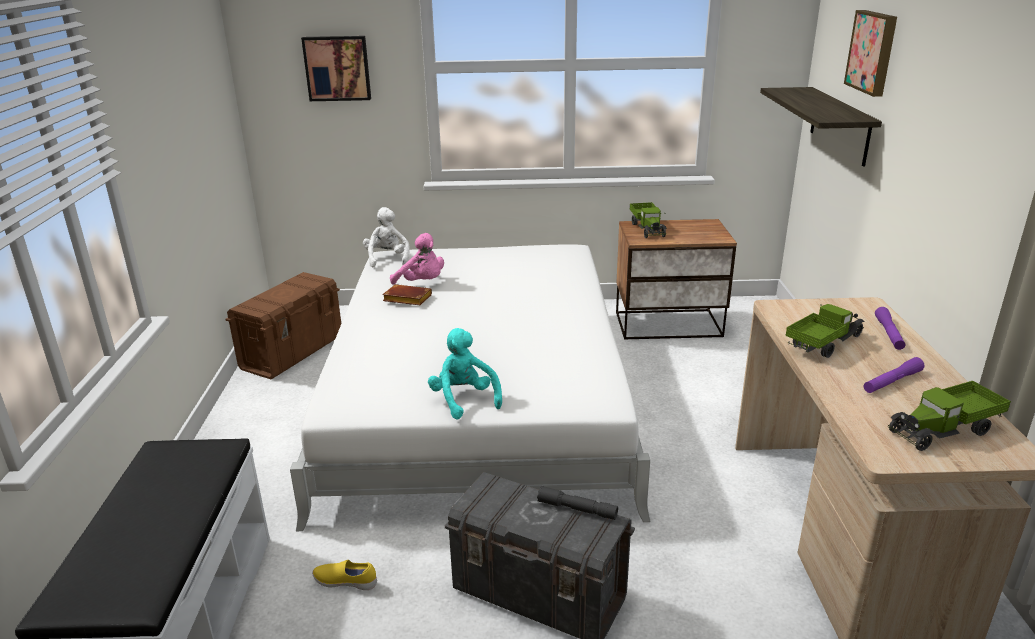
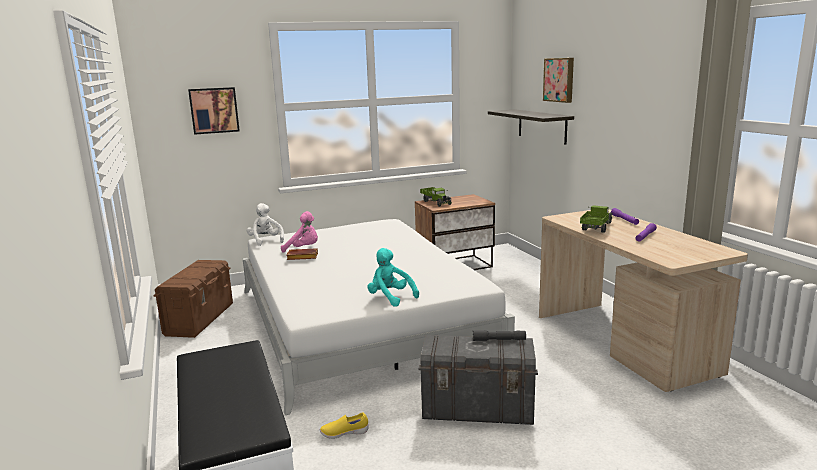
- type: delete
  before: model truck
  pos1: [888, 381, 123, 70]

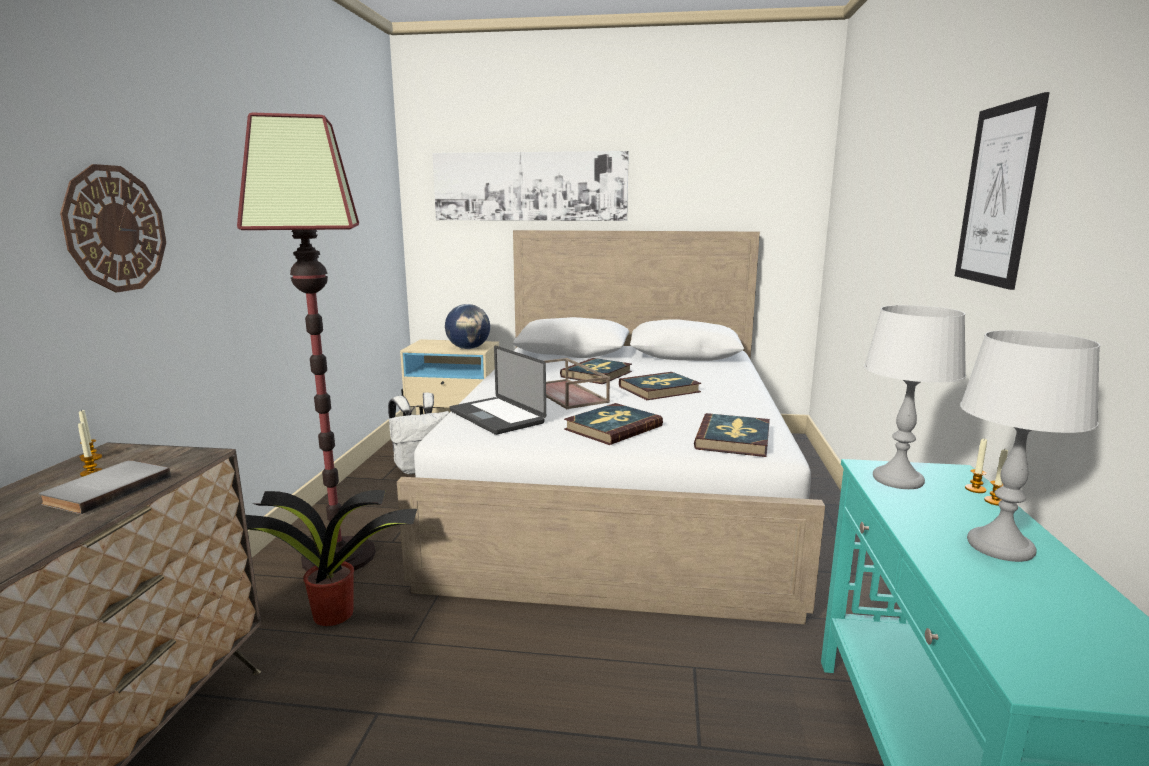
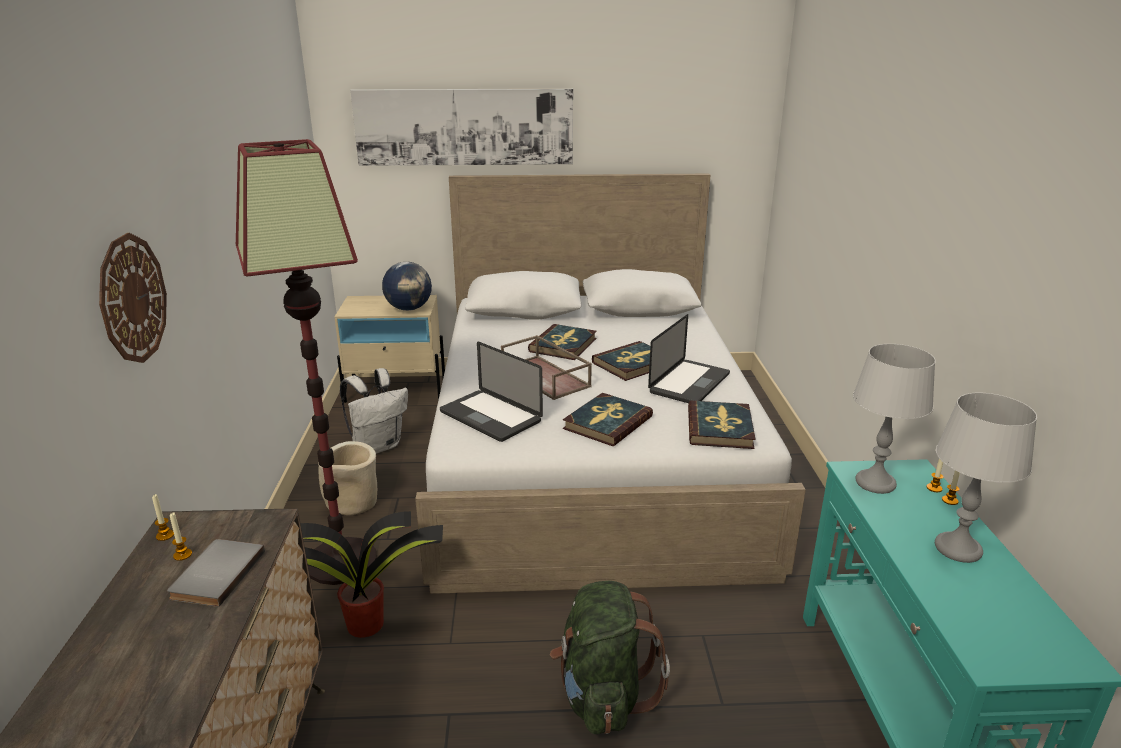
- type: delete
  before: picture
  pos1: [955, 92, 95, 198]
- type: insert
  after: notebook computer
  pos2: [648, 314, 82, 89]
- type: insert
  after: planter/sand-coloured
  pos2: [318, 441, 59, 75]
- type: insert
  after: rucksack/greenish
  pos2: [550, 581, 120, 153]

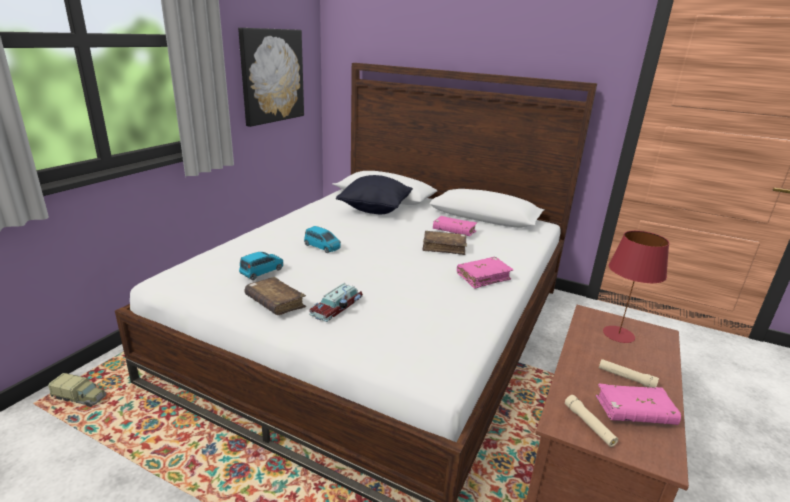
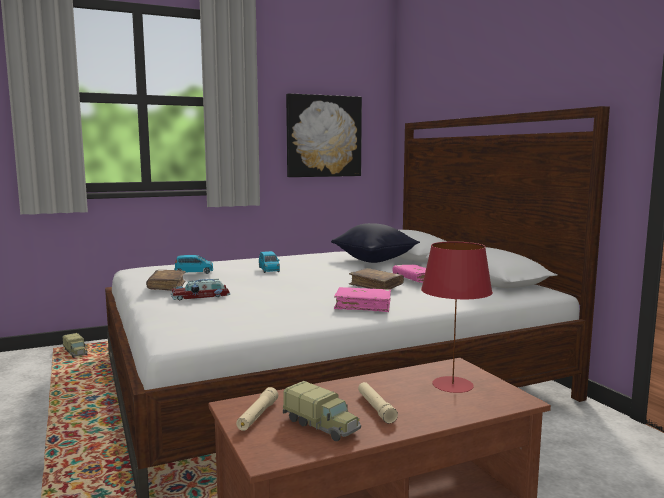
- type: replace
  before: bound book/pink
  after: model truck
  pos1: [595, 384, 86, 41]
  pos2: [283, 381, 78, 60]

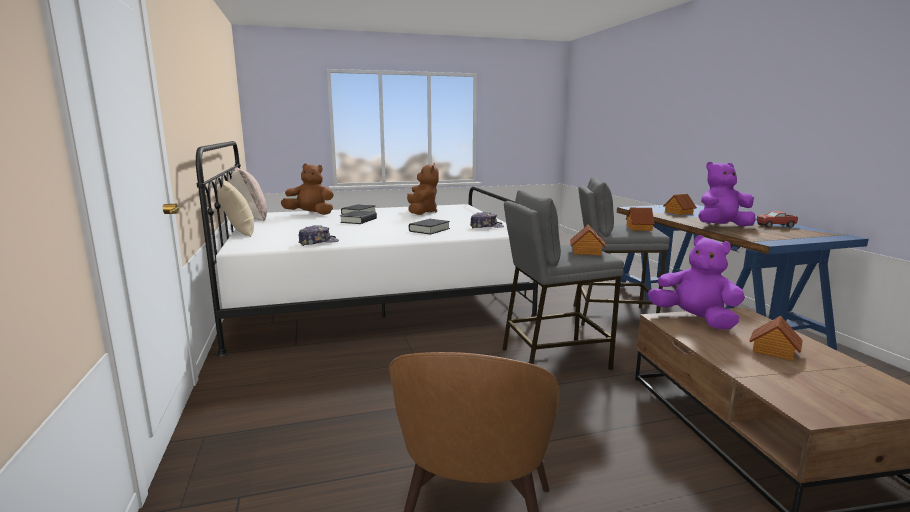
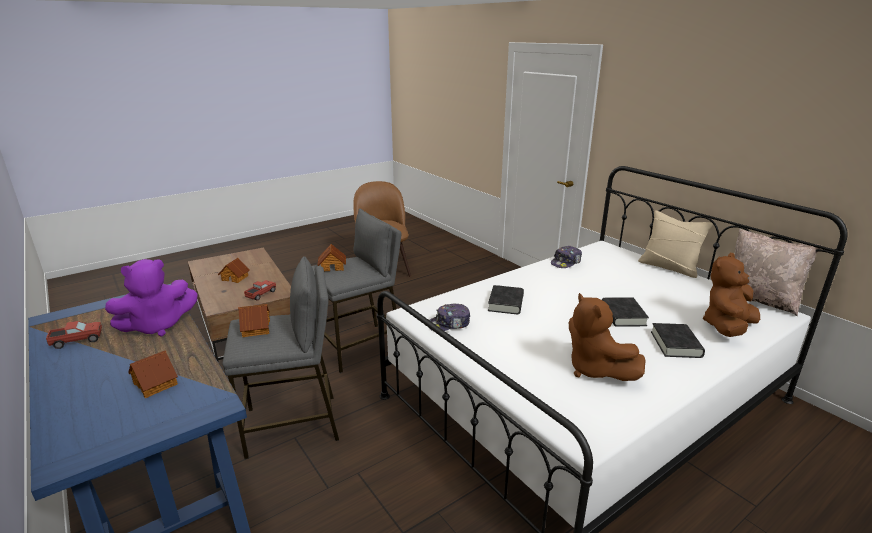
- type: rotate
  before: soft toy/brownish
  pos1: [281, 163, 53, 52]
  pos2: [703, 253, 57, 84]
  turn: 150
- type: replace
  before: soft toy/purplish
  after: model truck
  pos1: [648, 235, 97, 94]
  pos2: [244, 280, 32, 21]

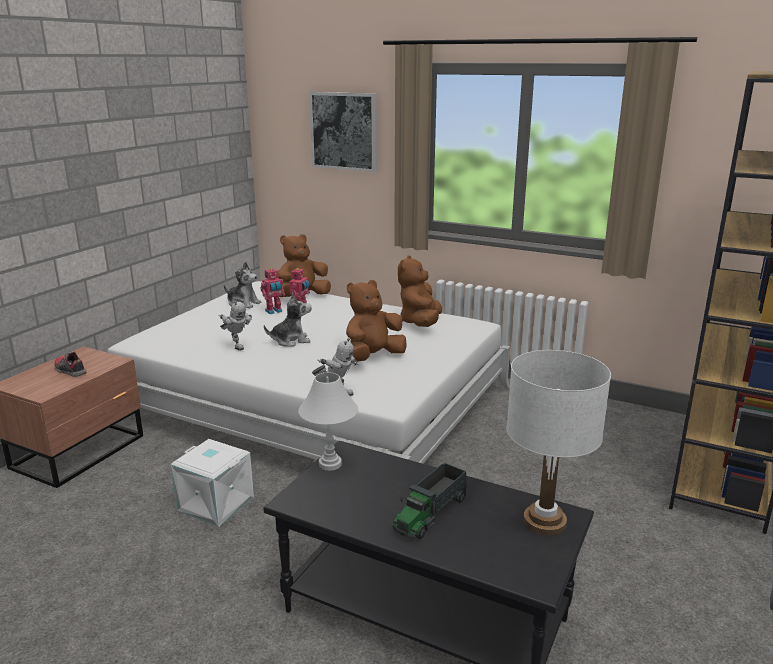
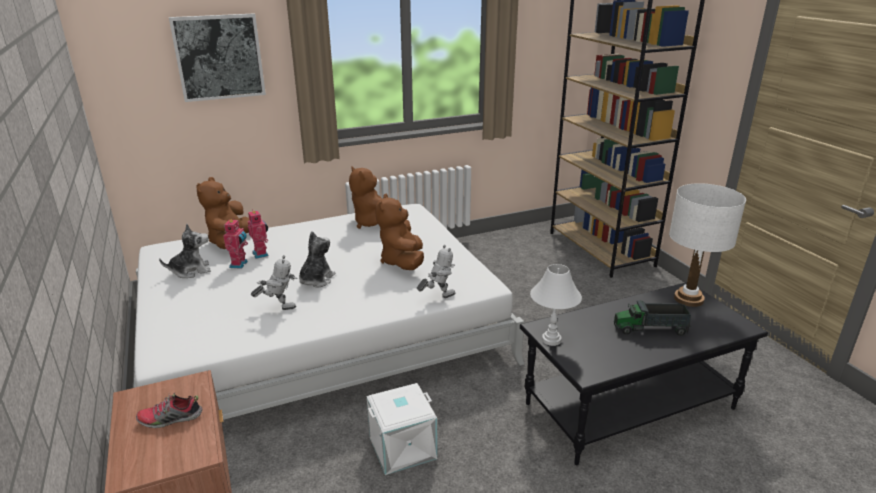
- type: rotate
  before: model truck
  pos1: [393, 463, 74, 76]
  pos2: [614, 300, 77, 36]
  turn: 105

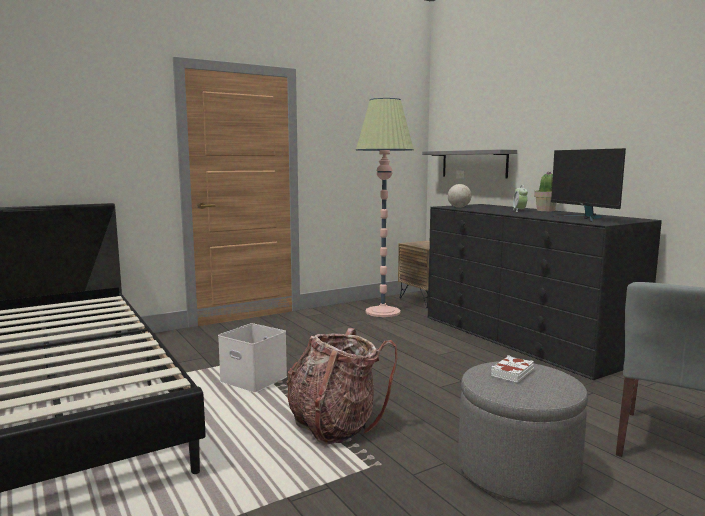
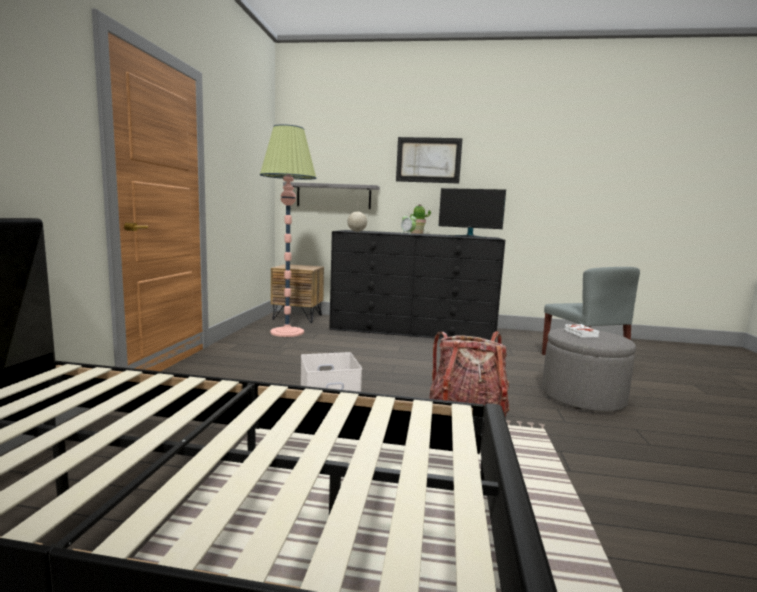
- type: insert
  after: picture
  pos2: [396, 137, 67, 47]

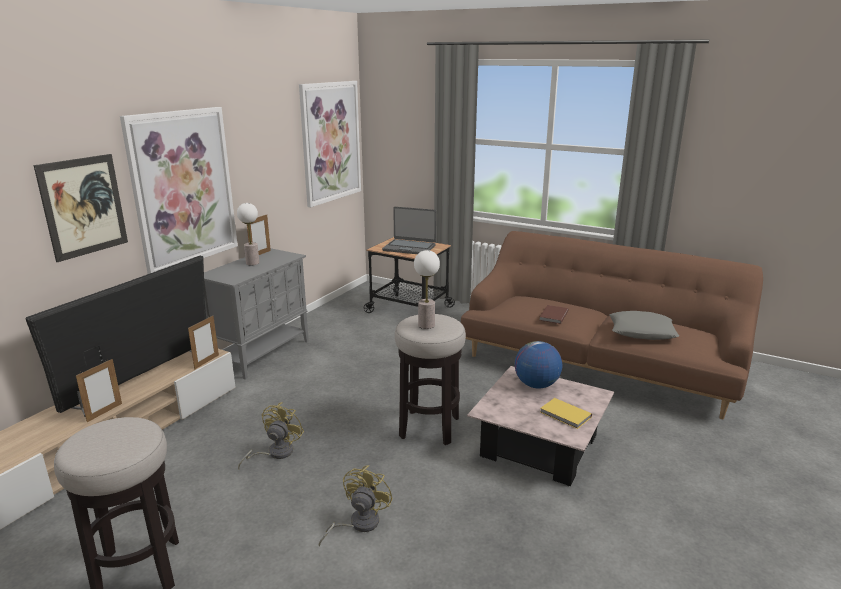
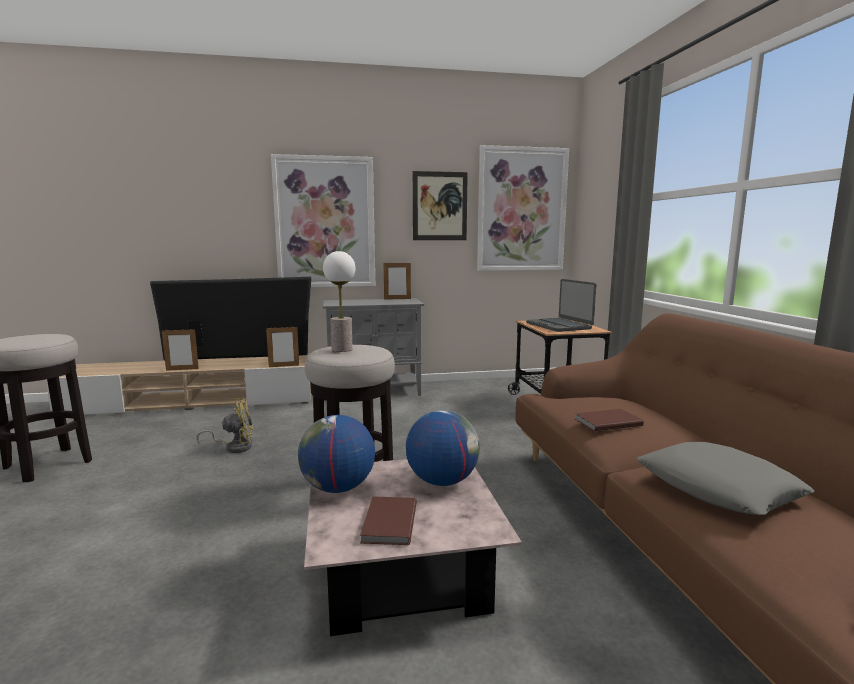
- type: move
  before: picture
  pos1: [34, 154, 94, 108]
  pos2: [413, 171, 55, 69]
- type: delete
  before: tabletop lamp
  pos1: [237, 203, 22, 62]
- type: recolor
  before: bound book/yellowish
  after: bound book/brownish
  pos1: [540, 398, 52, 31]
  pos2: [360, 497, 57, 48]
- type: delete
  before: electric fan/yellowish
  pos1: [318, 465, 75, 82]
- type: insert
  after: world globe
  pos2: [298, 415, 77, 78]

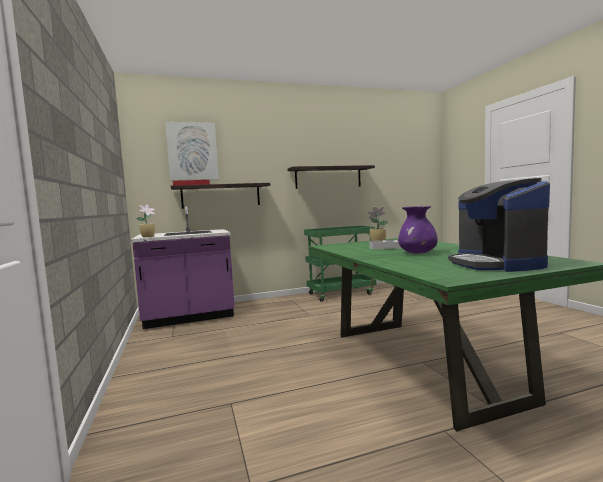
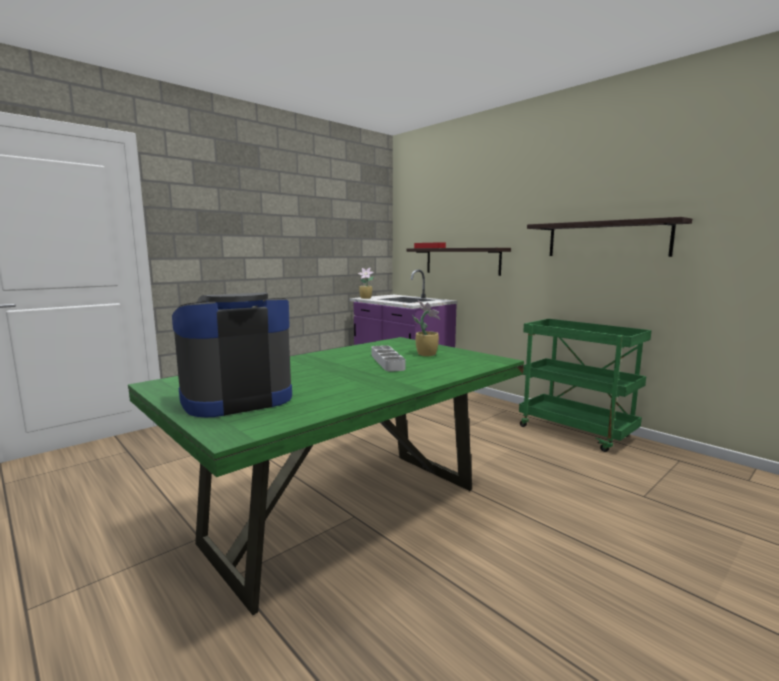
- type: delete
  before: picture
  pos1: [165, 122, 54, 58]
- type: delete
  before: flower vase/purplish
  pos1: [398, 206, 39, 48]

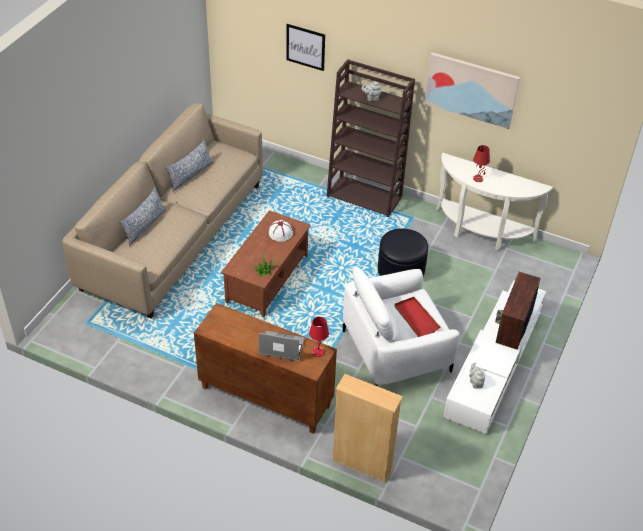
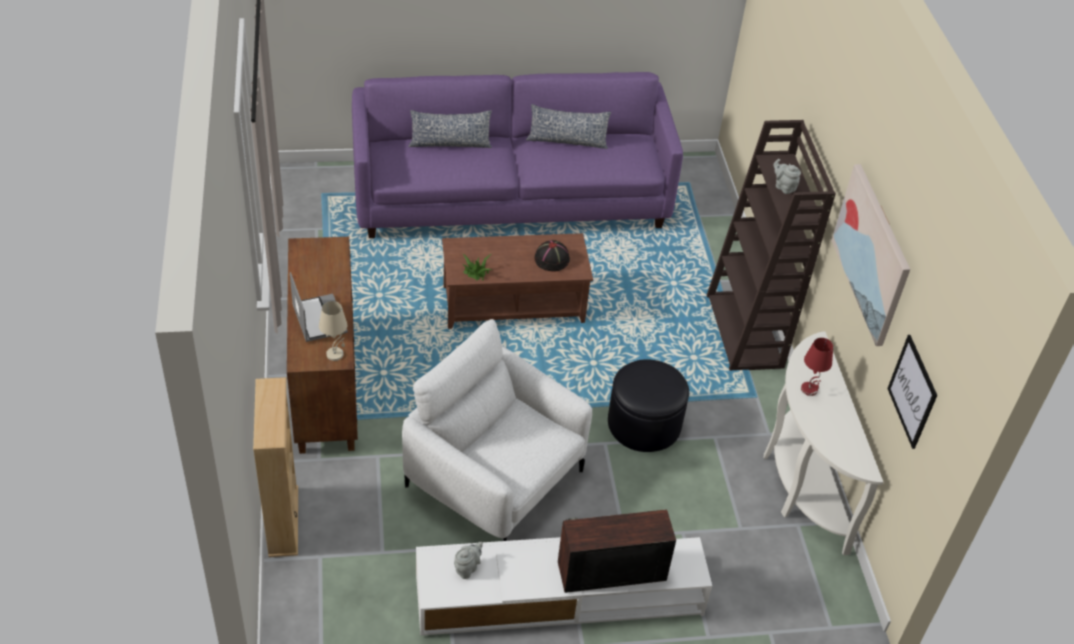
- type: move
  before: picture
  pos1: [286, 24, 39, 47]
  pos2: [887, 335, 50, 114]
- type: recolor
  before: couch/sand-coloured
  after: couch/purplish
  pos1: [63, 103, 200, 216]
  pos2: [352, 72, 331, 166]
- type: recolor
  before: clothing hat/white-coloured
  after: clothing hat/blackish
  pos1: [269, 220, 24, 22]
  pos2: [534, 240, 36, 31]
- type: delete
  before: tray/reddish
  pos1: [394, 297, 46, 40]
- type: recolor
  before: tabletop lamp/reddish
  after: tabletop lamp/sand-coloured
  pos1: [309, 317, 20, 40]
  pos2: [319, 301, 28, 60]

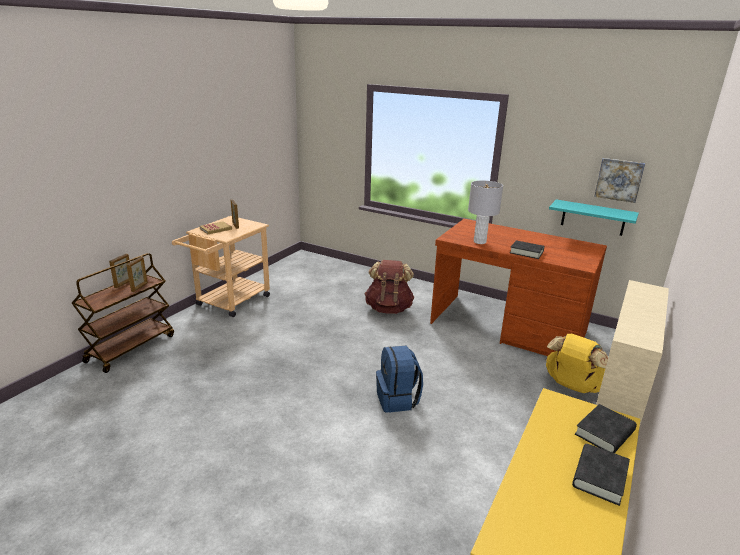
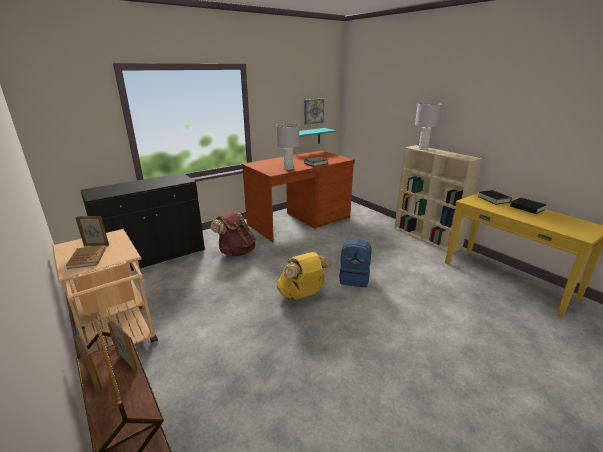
- type: move
  before: rucksack/yellowish
  pos1: [546, 334, 62, 59]
  pos2: [277, 252, 54, 48]
- type: insert
  after: tabletop lamp/gray
  pos2: [415, 103, 27, 47]
- type: insert
  after: cabinet/blackish
  pos2: [80, 173, 125, 98]

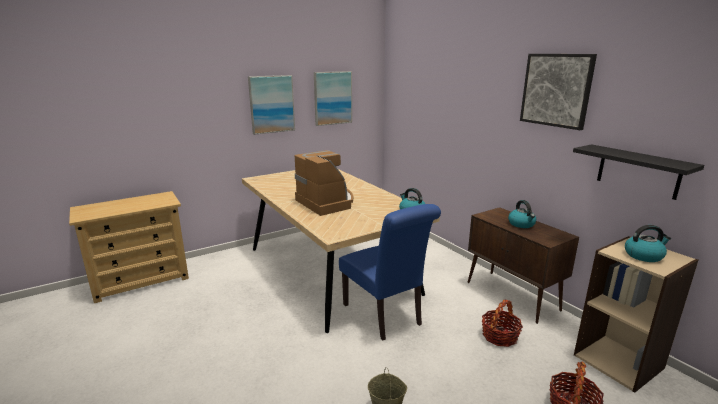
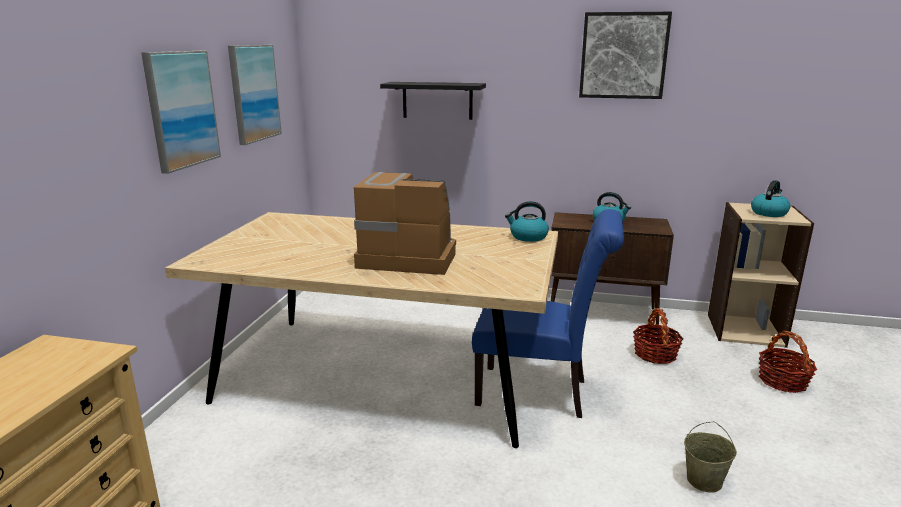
- type: move
  before: shelf/blackish
  pos1: [573, 144, 131, 56]
  pos2: [380, 82, 106, 38]

